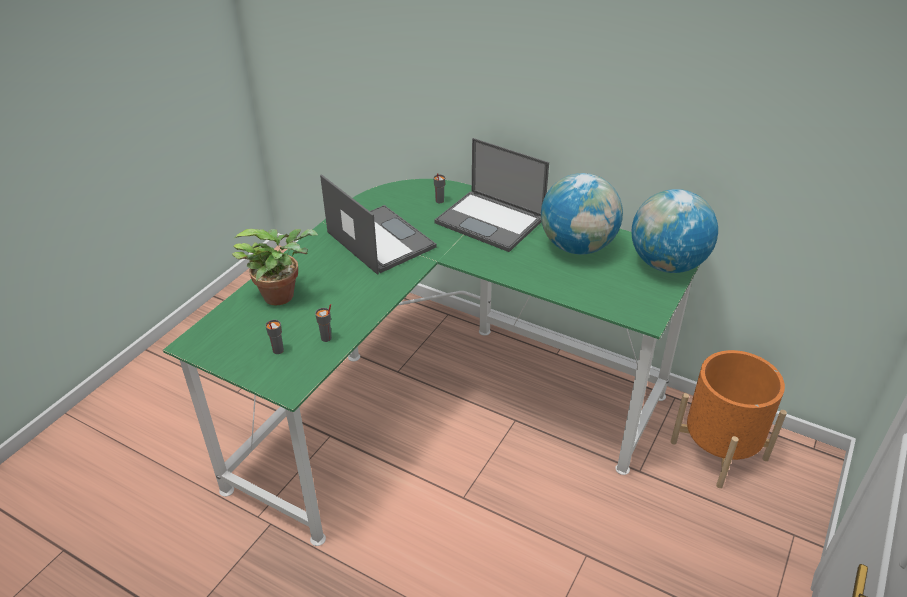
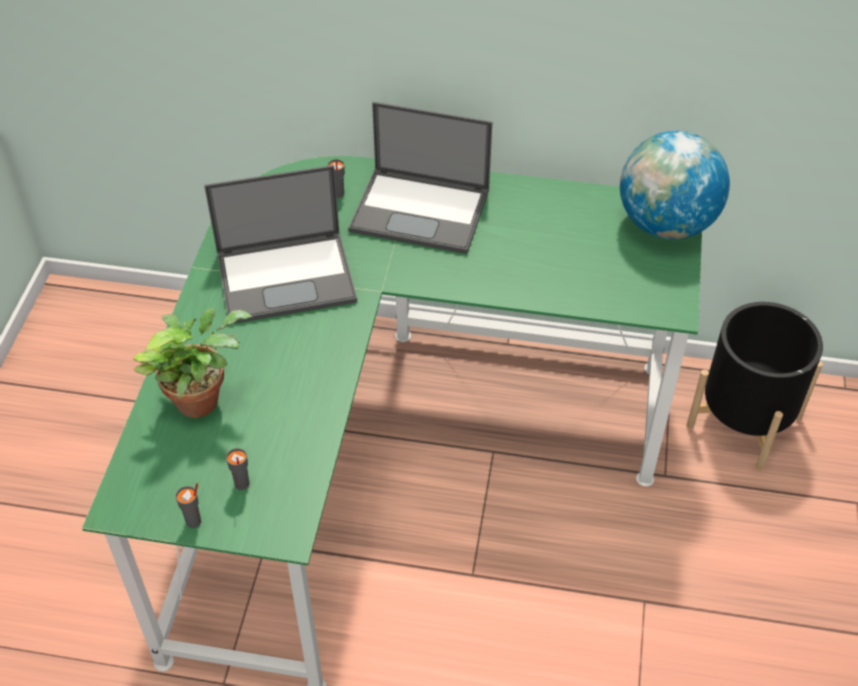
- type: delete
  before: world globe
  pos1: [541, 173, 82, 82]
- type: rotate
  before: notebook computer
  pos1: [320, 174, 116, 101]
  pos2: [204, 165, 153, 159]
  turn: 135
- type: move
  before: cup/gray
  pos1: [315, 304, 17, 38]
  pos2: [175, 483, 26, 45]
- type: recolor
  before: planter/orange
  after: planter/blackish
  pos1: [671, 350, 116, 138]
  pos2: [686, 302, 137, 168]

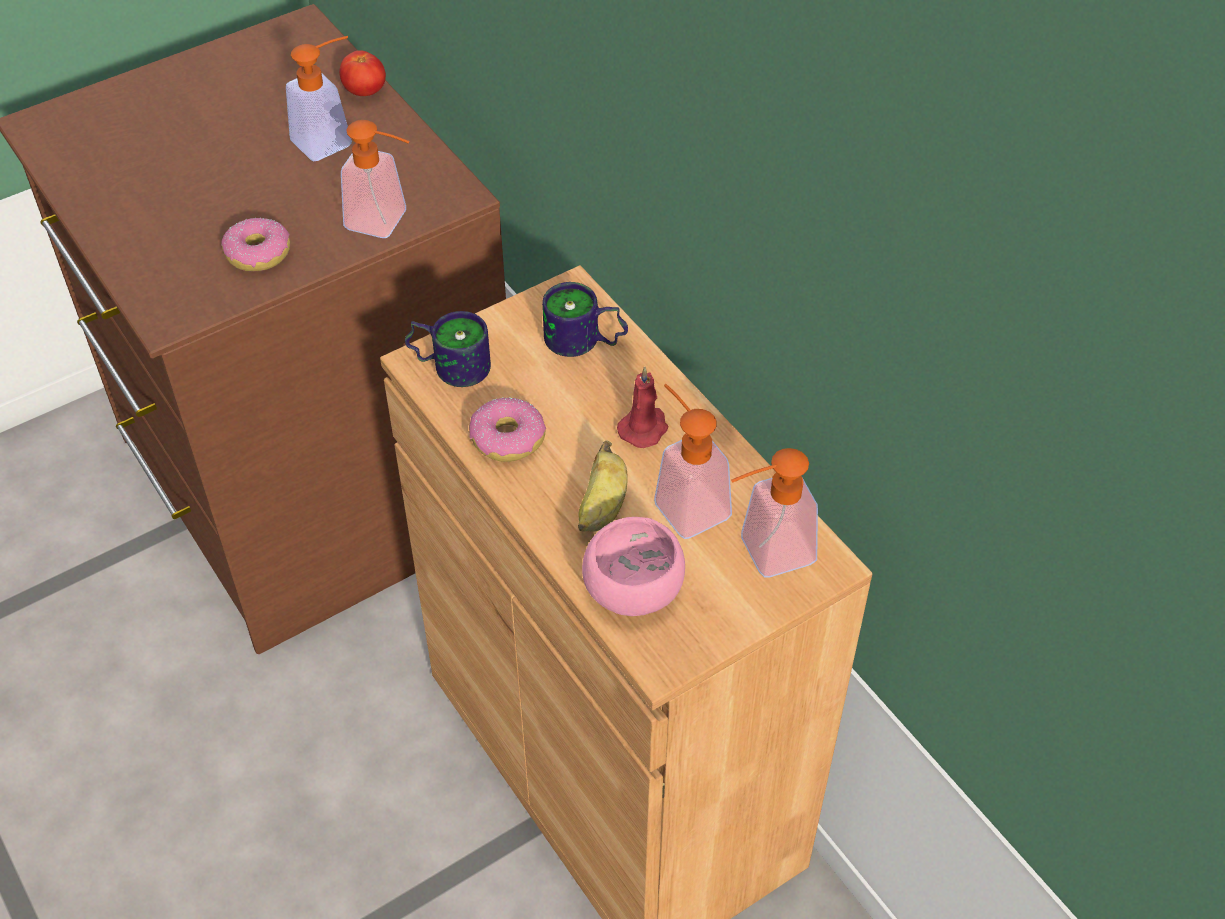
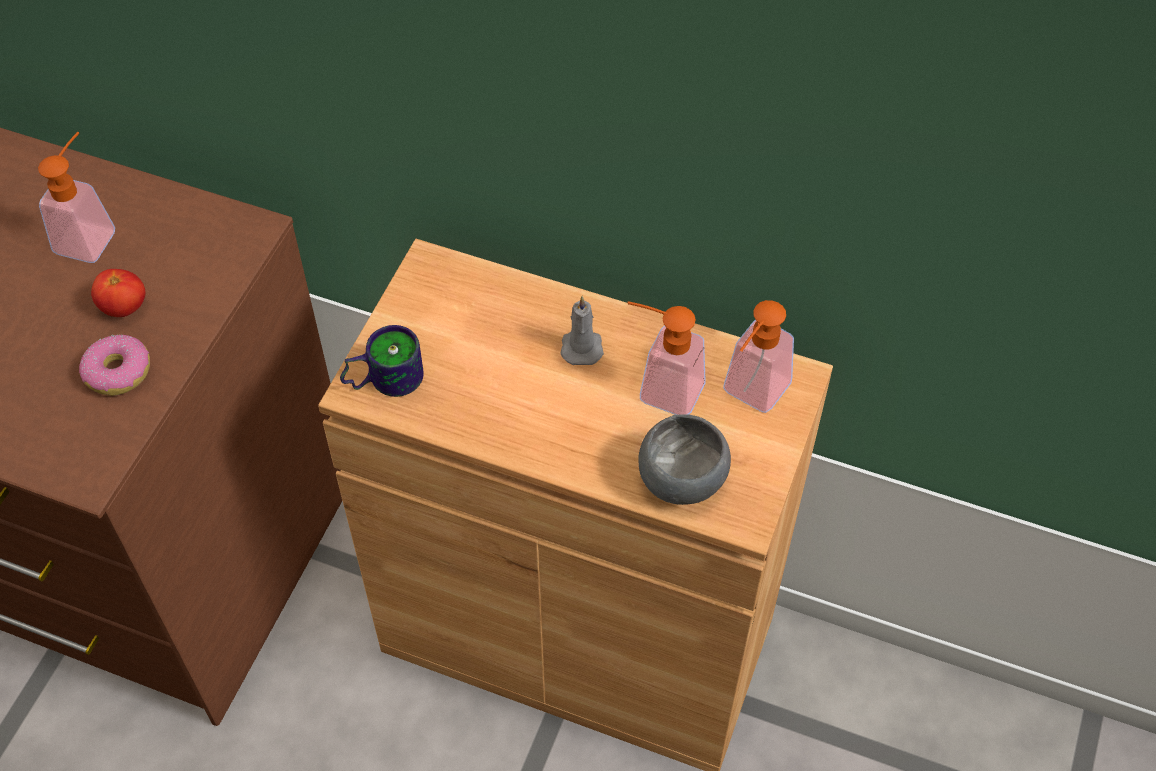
- type: move
  before: whole tomato
  pos1: [339, 51, 47, 45]
  pos2: [91, 269, 54, 48]
- type: delete
  before: liquid soap bottle
  pos1: [341, 120, 69, 118]
- type: delete
  before: tea mug
  pos1: [542, 282, 86, 75]
- type: recolor
  before: candle/reddish
  after: candle/gray
  pos1: [617, 366, 52, 82]
  pos2: [560, 296, 44, 69]
- type: delete
  before: donut
  pos1: [469, 397, 77, 65]
- type: delete
  before: banana fruit
  pos1: [578, 440, 49, 91]
- type: recolor
  before: bowl/pink
  after: bowl/gray
  pos1: [582, 517, 103, 99]
  pos2: [638, 414, 93, 91]

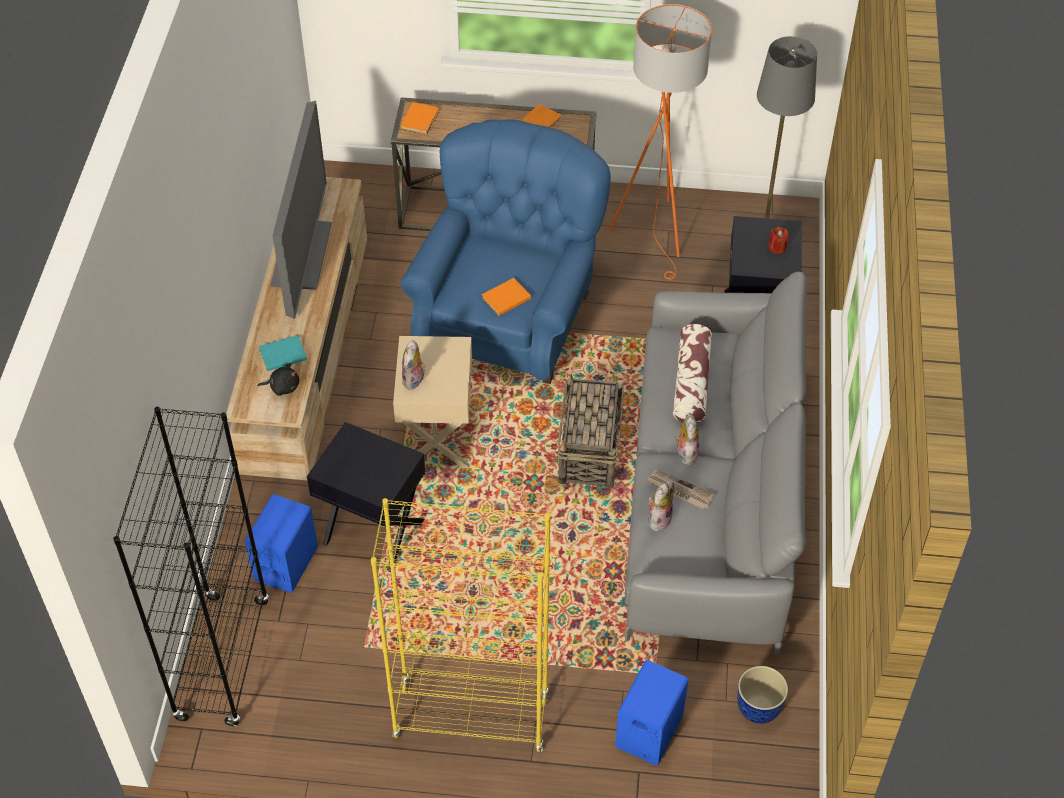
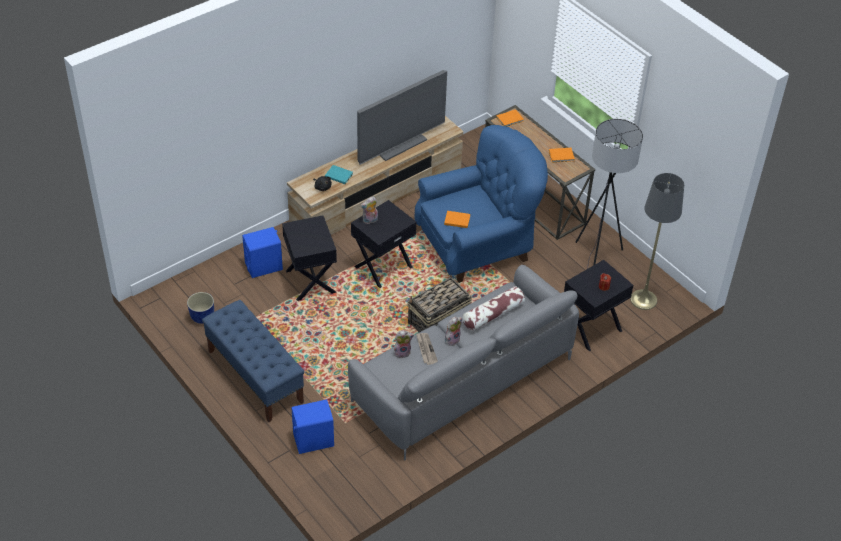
- type: recolor
  before: floor lamp/orange
  after: floor lamp/gray
  pos1: [609, 4, 103, 276]
  pos2: [576, 119, 67, 150]
- type: recolor
  before: accent table/sand-coloured
  after: accent table/blackish
  pos1: [393, 336, 80, 132]
  pos2: [351, 200, 66, 88]
- type: delete
  before: bookcase/blackish
  pos1: [113, 407, 156, 320]
- type: replace
  before: bookcase/yellowish
  after: bench/bluish
  pos1: [371, 498, 180, 254]
  pos2: [202, 300, 103, 122]
- type: move
  before: planter
  pos1: [737, 666, 51, 58]
  pos2: [187, 292, 27, 32]

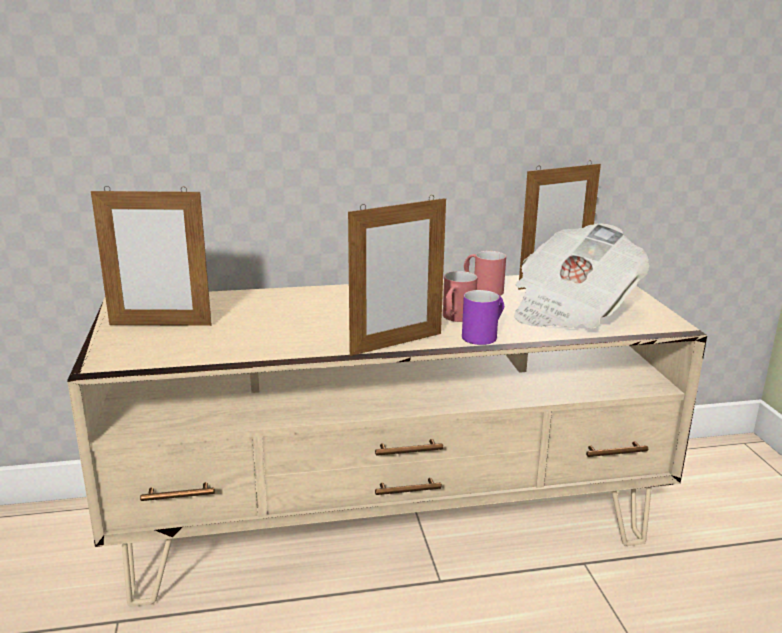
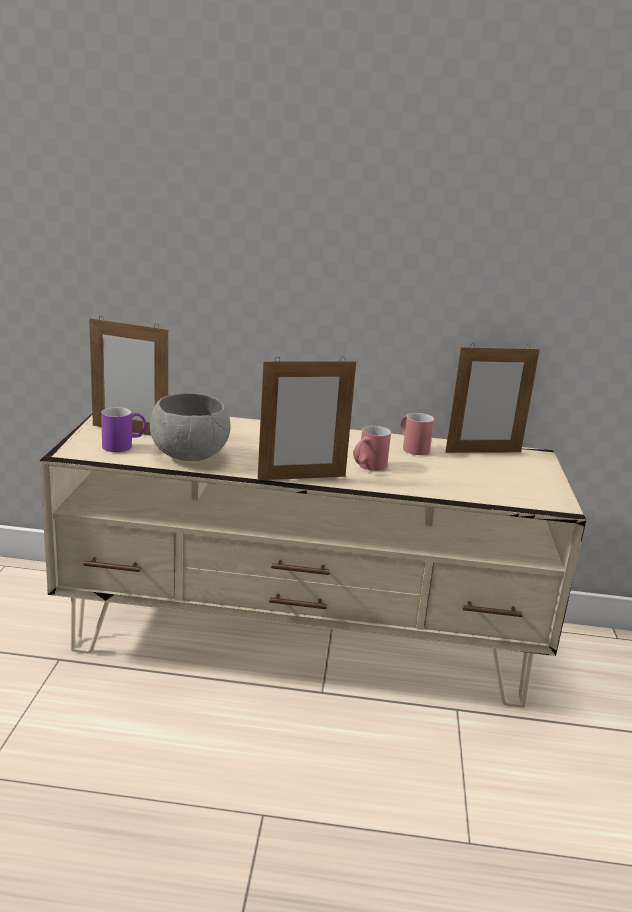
- type: delete
  before: printed paper
  pos1: [514, 223, 136, 106]
- type: move
  before: tea mug/purplish
  pos1: [462, 290, 42, 55]
  pos2: [101, 407, 46, 45]
- type: insert
  after: bowl/gray
  pos2: [150, 393, 81, 68]

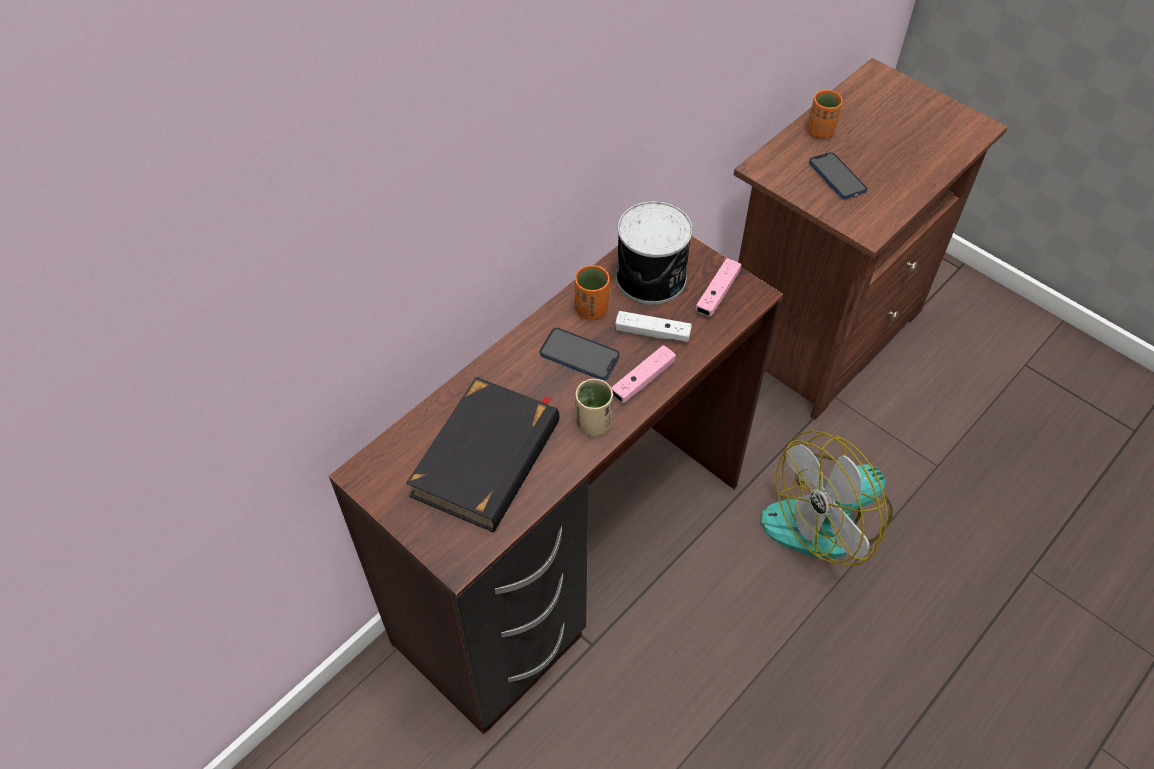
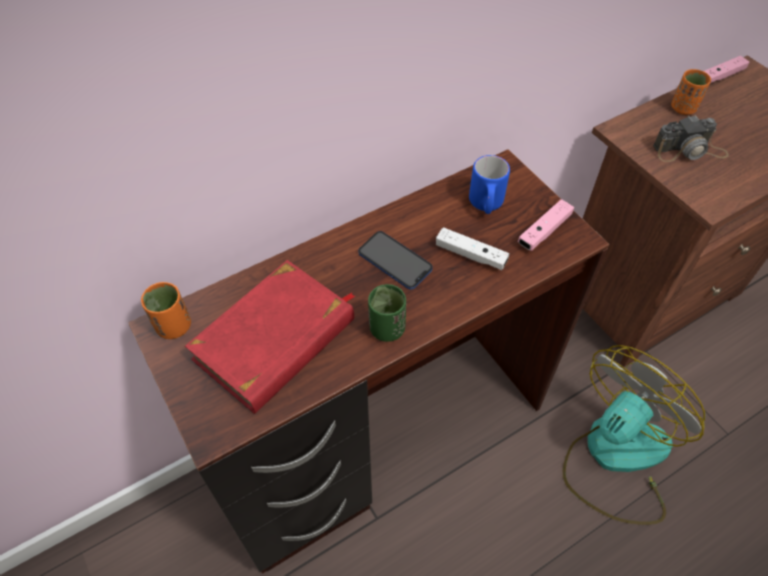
- type: replace
  before: handset
  after: still camera
  pos1: [809, 152, 58, 47]
  pos2: [653, 115, 76, 47]
- type: replace
  before: sealed can
  after: tea mug/bluish
  pos1: [616, 201, 77, 104]
  pos2: [469, 155, 41, 59]
- type: move
  before: cup/orange
  pos1: [575, 265, 34, 55]
  pos2: [141, 282, 50, 57]
- type: move
  before: game controller/pink
  pos1: [611, 345, 65, 58]
  pos2: [704, 56, 46, 27]
- type: recolor
  before: bound book/blackish
  after: bound book/reddish
  pos1: [406, 377, 153, 155]
  pos2: [185, 260, 170, 154]
- type: recolor
  before: cup/sand-coloured
  after: cup/greenish
  pos1: [576, 379, 37, 57]
  pos2: [368, 284, 38, 58]
- type: rotate
  before: electric fan
  pos1: [760, 430, 133, 136]
  pos2: [563, 345, 142, 180]
  turn: 150

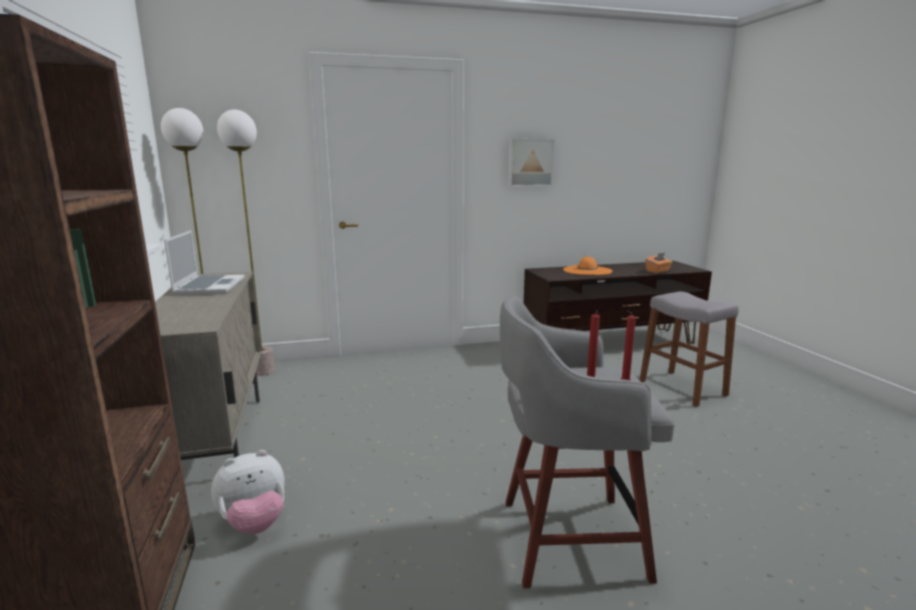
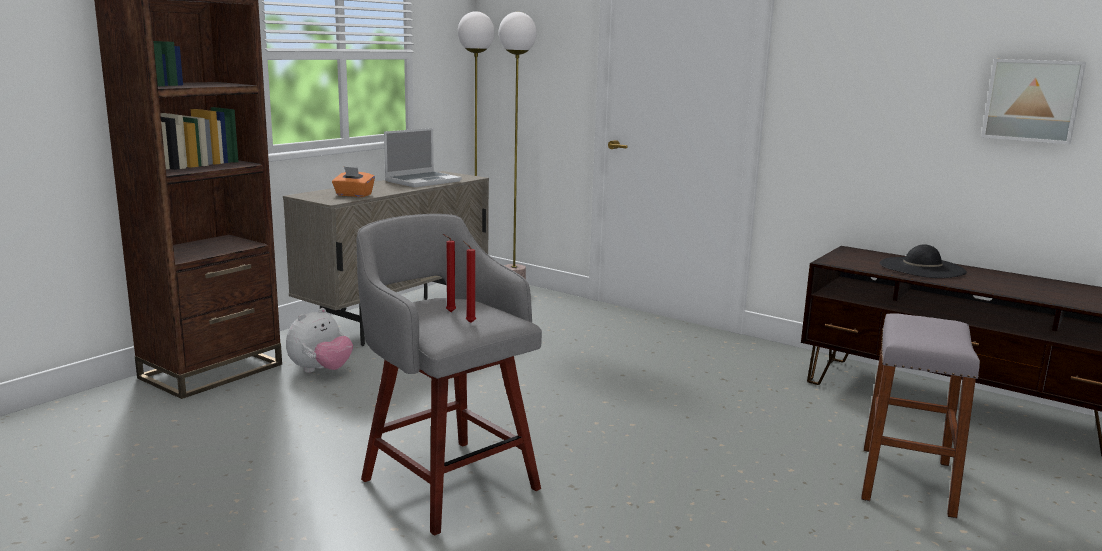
- type: move
  before: picture
  pos1: [508, 139, 47, 48]
  pos2: [981, 59, 105, 85]
- type: move
  before: tissue holder/orange
  pos1: [645, 252, 27, 21]
  pos2: [332, 167, 43, 30]
- type: recolor
  before: clothing hat/orange
  after: clothing hat/blackish
  pos1: [563, 257, 50, 18]
  pos2: [879, 244, 88, 34]
- type: rotate
  before: soft toy
  pos1: [211, 450, 74, 84]
  pos2: [286, 308, 67, 65]
  turn: -75

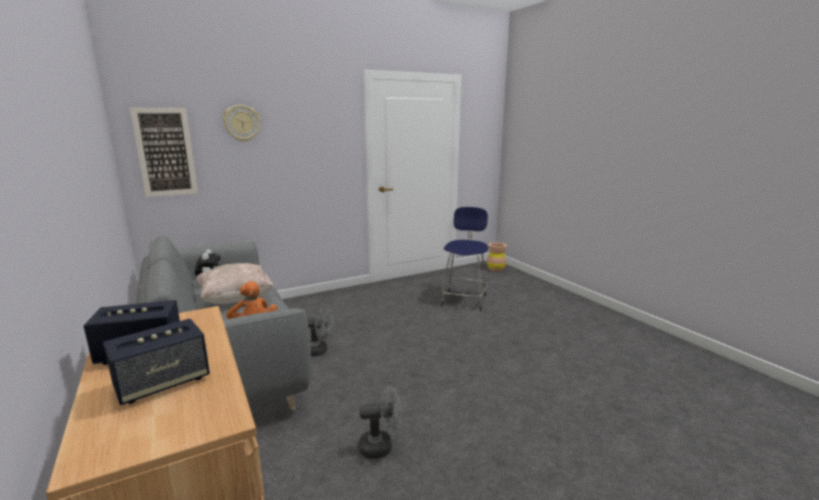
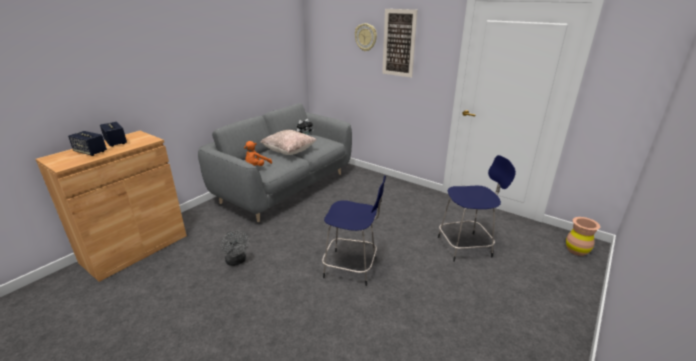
- type: move
  before: picture
  pos1: [130, 107, 68, 90]
  pos2: [382, 9, 35, 69]
- type: delete
  before: electric fan/gray
  pos1: [307, 308, 27, 48]
- type: insert
  after: stool seat/bluish
  pos2: [322, 175, 64, 111]

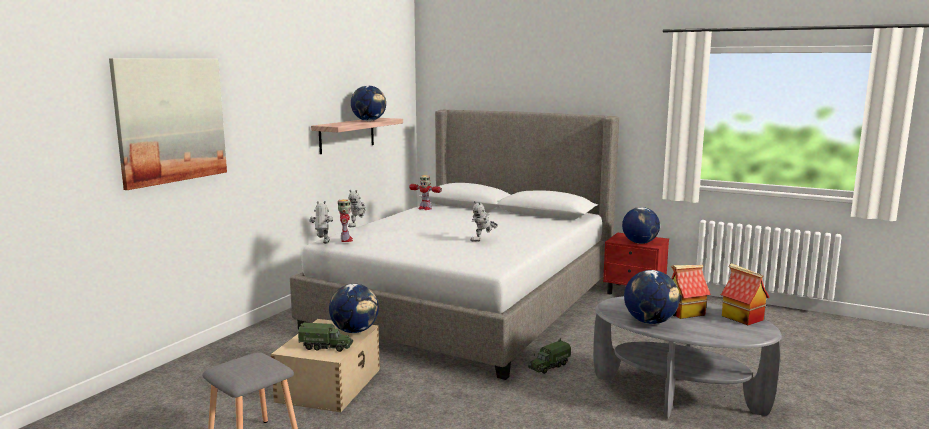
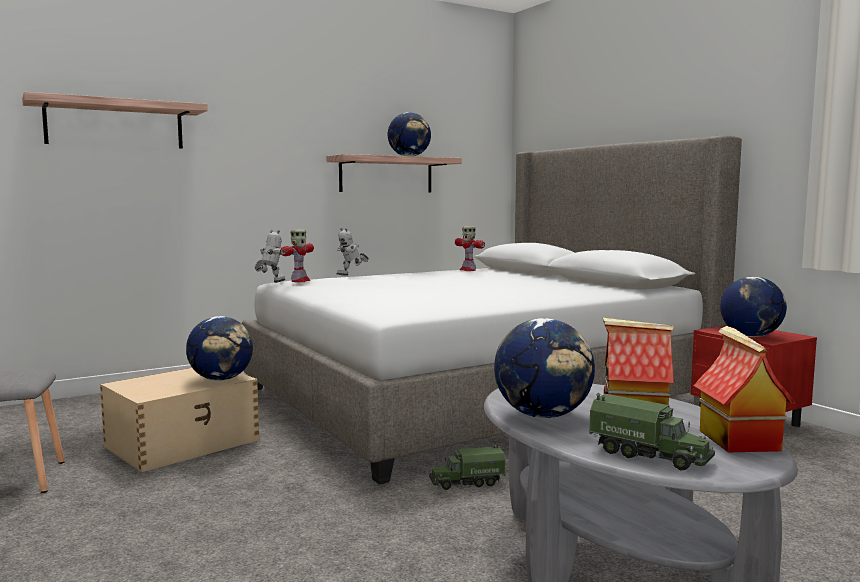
- type: replace
  before: picture
  after: shelf
  pos1: [109, 58, 118, 132]
  pos2: [22, 92, 186, 57]
- type: delete
  before: model robot
  pos1: [470, 201, 28, 41]
- type: move
  before: model truck
  pos1: [298, 322, 55, 30]
  pos2: [589, 393, 126, 77]

